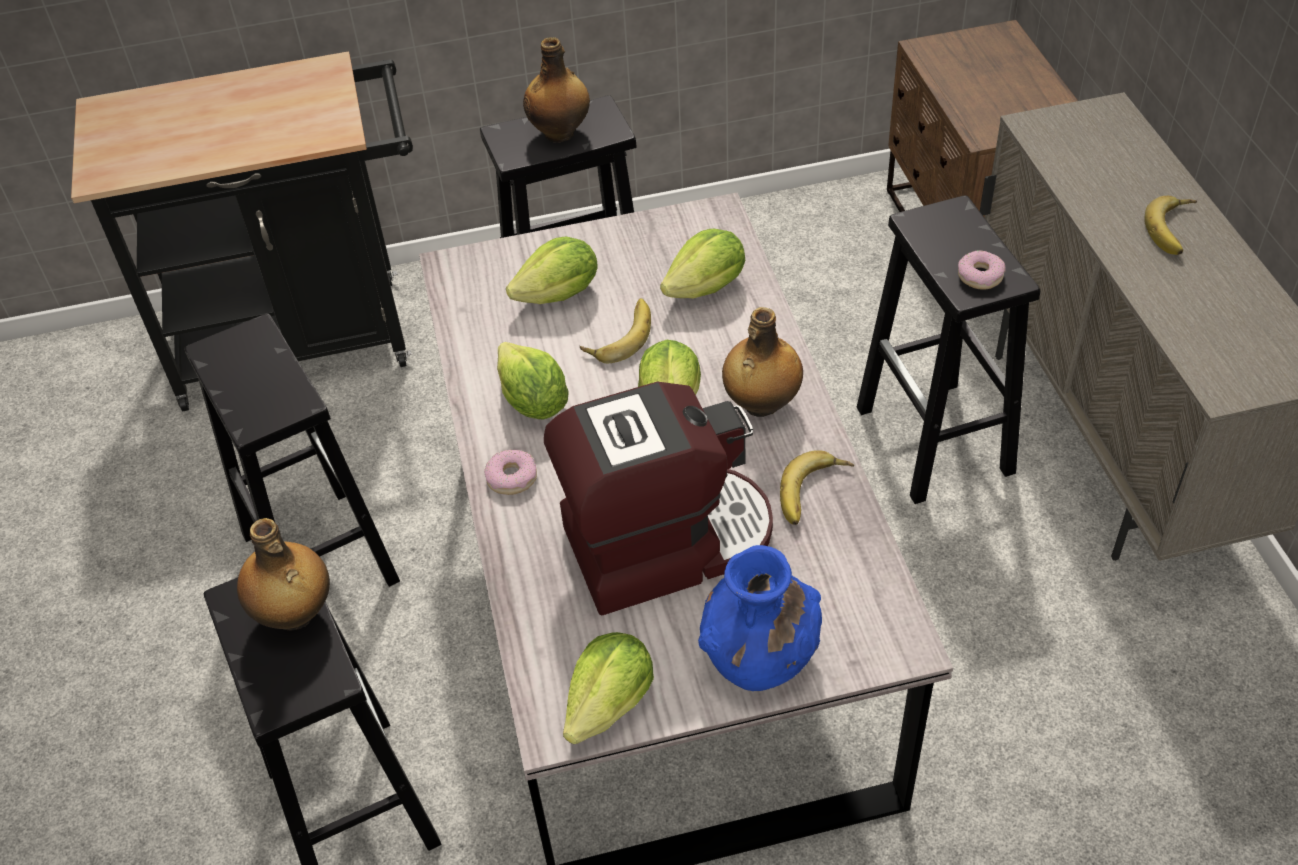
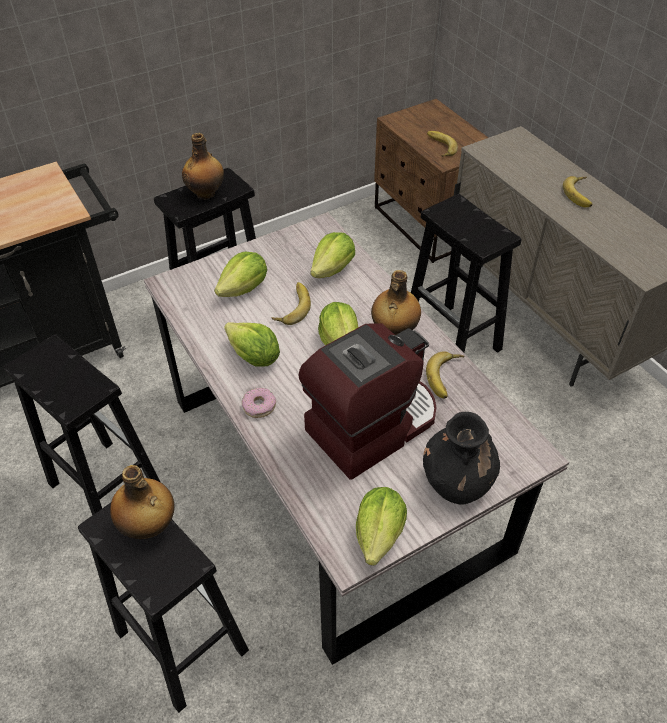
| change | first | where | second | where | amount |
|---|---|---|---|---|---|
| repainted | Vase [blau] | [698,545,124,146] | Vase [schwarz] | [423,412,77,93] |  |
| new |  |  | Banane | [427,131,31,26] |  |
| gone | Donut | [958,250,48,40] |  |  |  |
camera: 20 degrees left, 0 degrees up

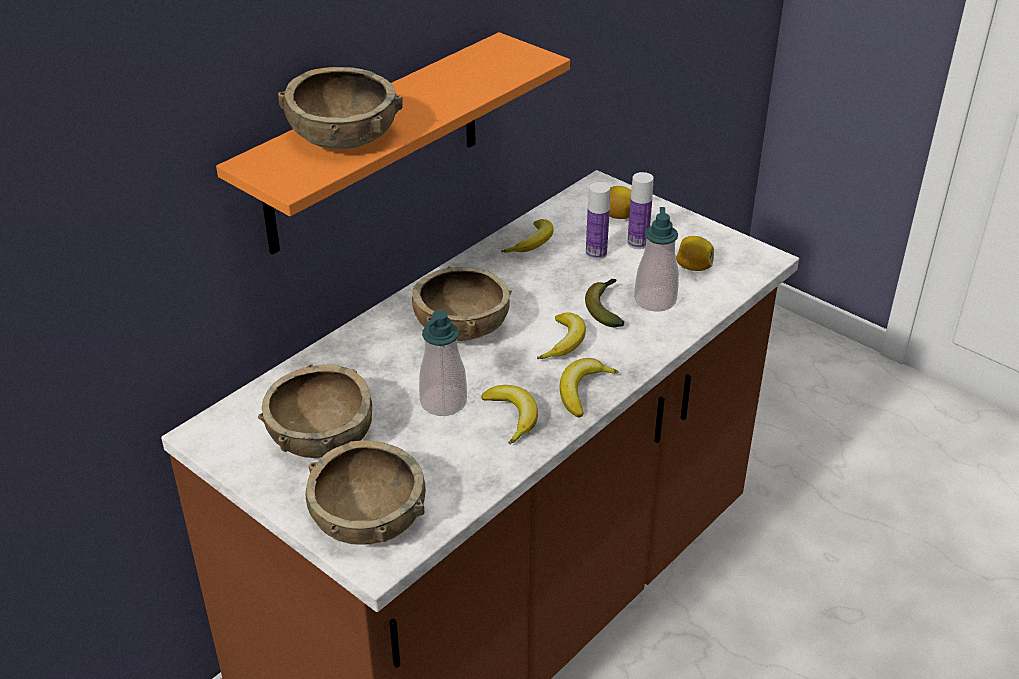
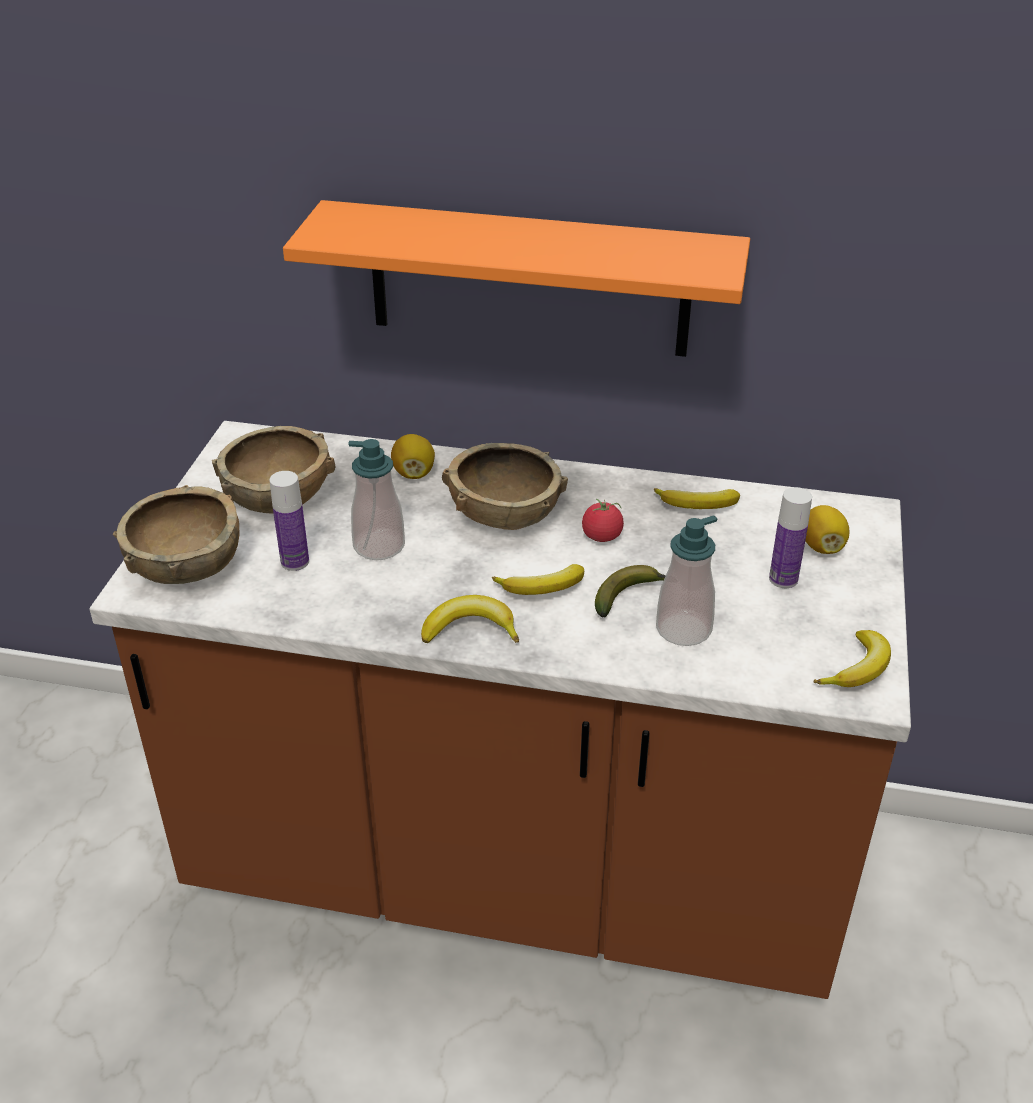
| change | first | where | second | where | amount |
|---|---|---|---|---|---|
| shifted | Flasche | [586,182,24,78] |  | [270,471,39,100] |  |
| shifted | Zitrone | [676,236,38,35] |  | [391,434,44,45] |  |
| new |  |  | Tomate | [582,499,42,43] |  |
| shifted | Banane | [481,385,57,60] |  | [813,630,78,57] |  |
| gone | Schüssel [braun] | [278,67,125,82] |  |  |  |
camera: 60 degrees right, 0 degrees up

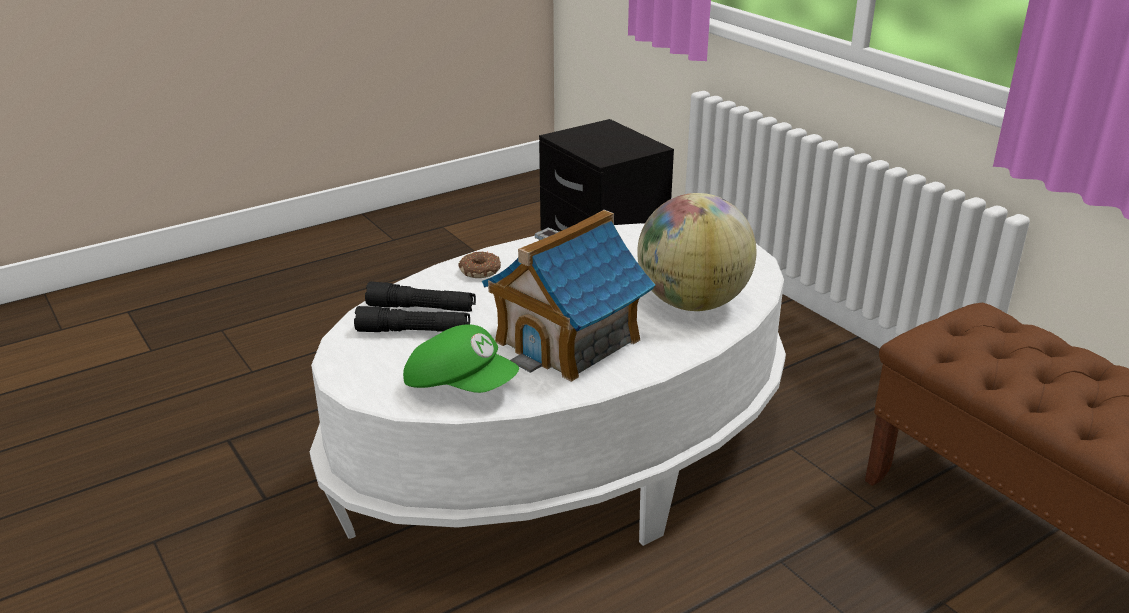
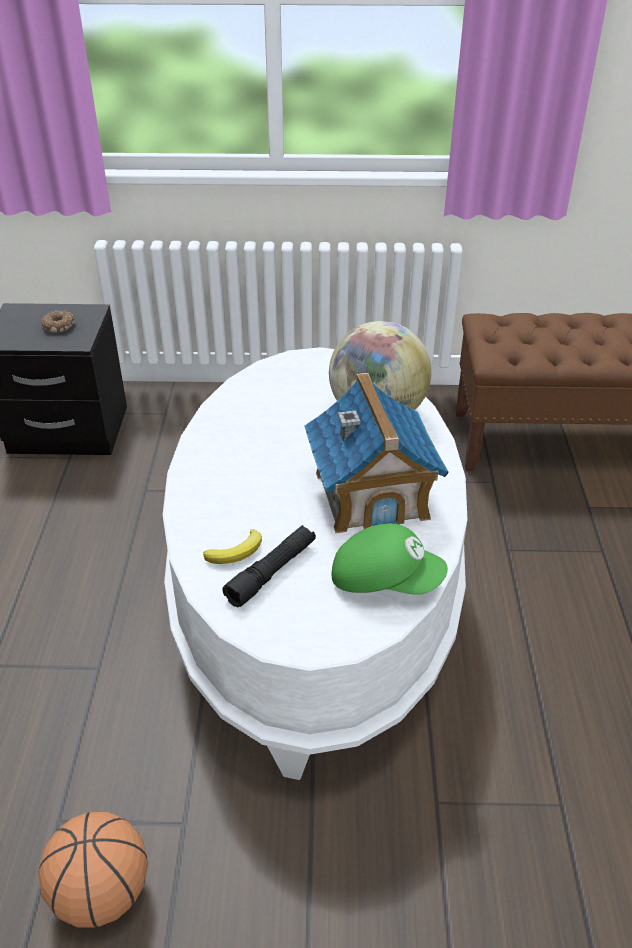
| change | first | where | second | where | amount |
|---|---|---|---|---|---|
| new |  |  | Basketball | [38,812,110,116] |  |
| shifted | Donut | [458,251,43,27] |  | [41,311,34,21] |  |
| swapped | Taschenlampe [schwarz] | [365,281,111,31] | Banane | [203,530,59,34] |  |
| rotated | Kappe [grün] | [403,325,116,68] |  | [332,524,116,71] | 45 degrees clockwise |
camera: 55 degrees left, 10 degrees up

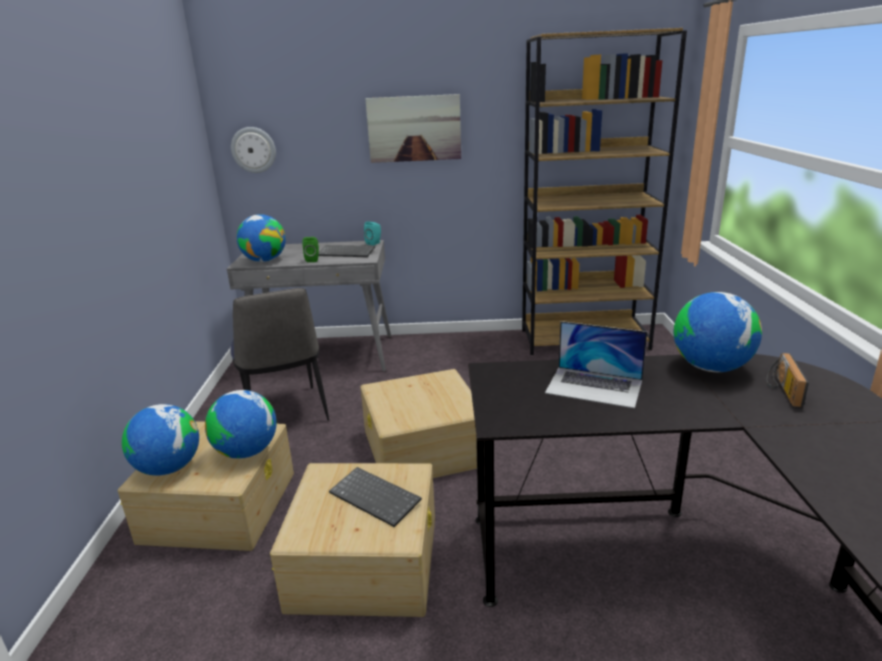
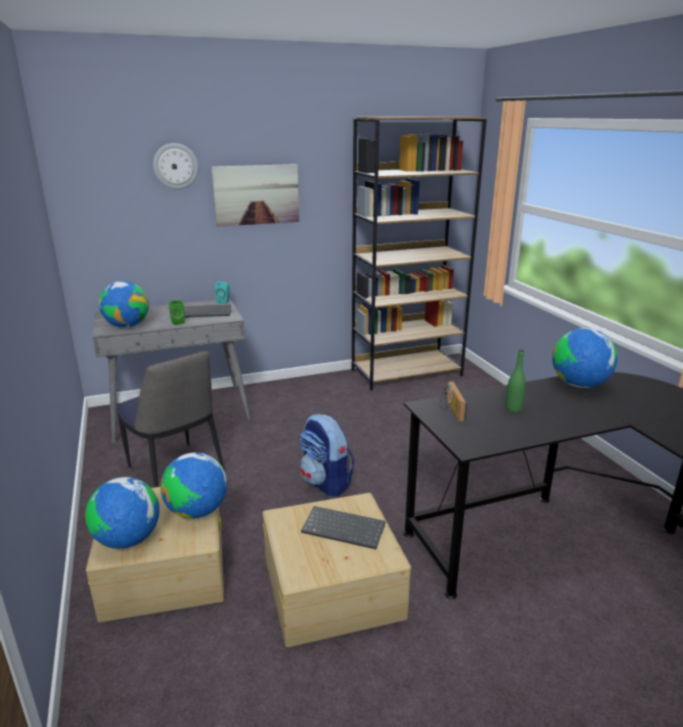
| change | first | where | second | where | amount |
|---|---|---|---|---|---|
| shifted | Wanduhr | [231,127,45,46] |  | [153,143,46,47] |  |
| swapped | Aufbewahrungsbox [beige] | [360,369,117,109] | Rucksack | [299,414,55,83] |  |
| shifted | Radio | [766,353,43,54] |  | [440,381,27,41] |  |
| swapped | Laptop | [545,321,102,87] | Flasche [grün] | [506,349,20,64] |  |
camera: 20 degrees left, 0 degrees up

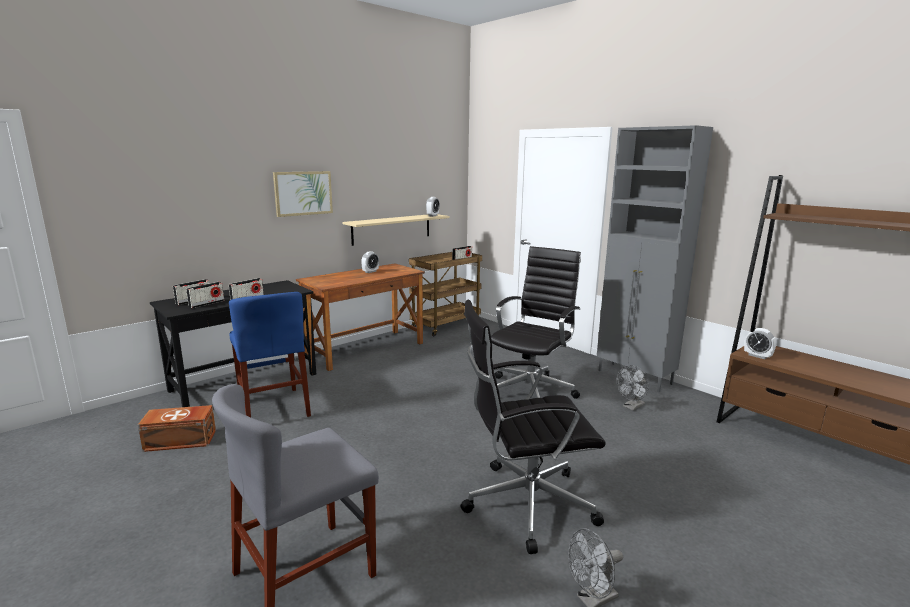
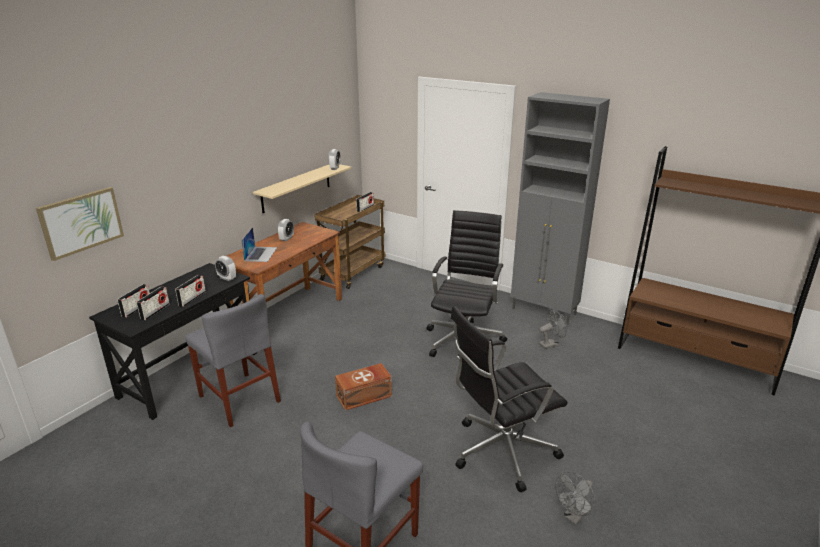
| change | first | where | second | where | amount |
|---|---|---|---|---|---|
| shifted | Bild | [273,171,60,46] |  | [36,187,88,74] |  |
| repainted | Stuhl [blau] | [229,292,82,125] | Stuhl [grau] | [185,294,96,134] |  |
| shifted | Wecker | [744,328,32,31] |  | [215,256,21,25] |  |
| new |  |  | Laptop | [241,227,36,35] |  |
| shifted | Aufbewahrungsbox [braun] | [138,405,78,47] |  | [335,363,57,48] |  |
| rotated | Ventilator [grau] | [617,365,32,46] |  | [539,309,28,40] | 150 degrees counterclockwise |
camera: 15 degrees left, 10 degrees up

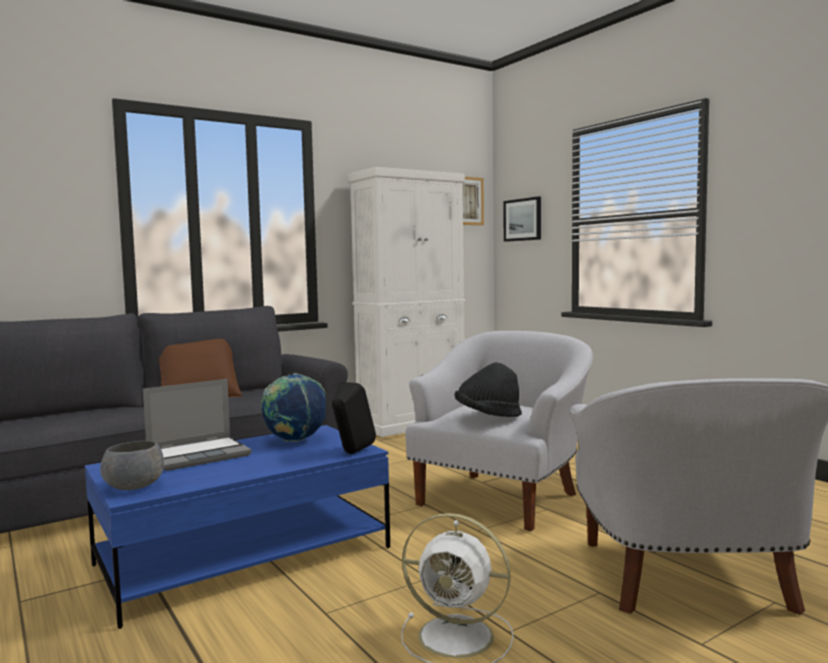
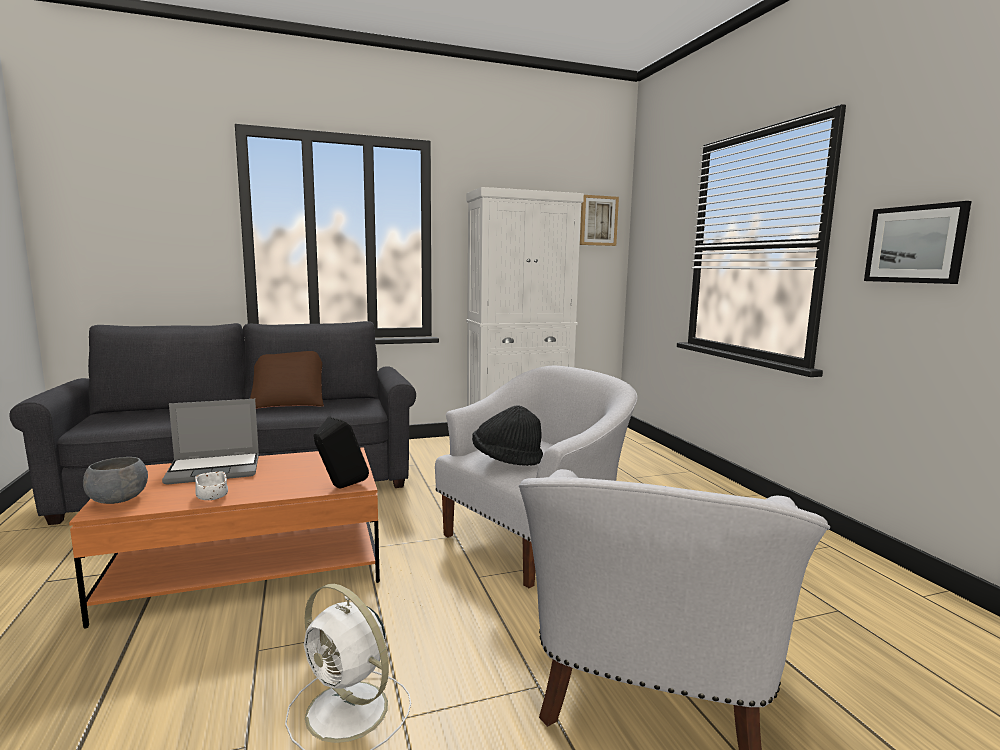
| change | first | where | second | where | amount |
|---|---|---|---|---|---|
| repainted | Couchtisch [blau] | [85,425,305,204] | Couchtisch [orange] | [69,447,311,182] |  |
| new |  |  | Schüssel [weiß] | [195,471,33,29] |  |
| shifted | Bild | [503,196,38,46] |  | [864,201,108,83] |  |
| gone | Globus | [261,373,65,69] |  |  |  |
camera: 15 degrees right, 5 degrees up

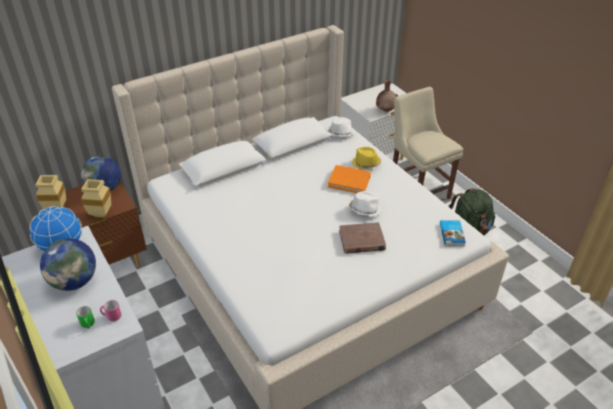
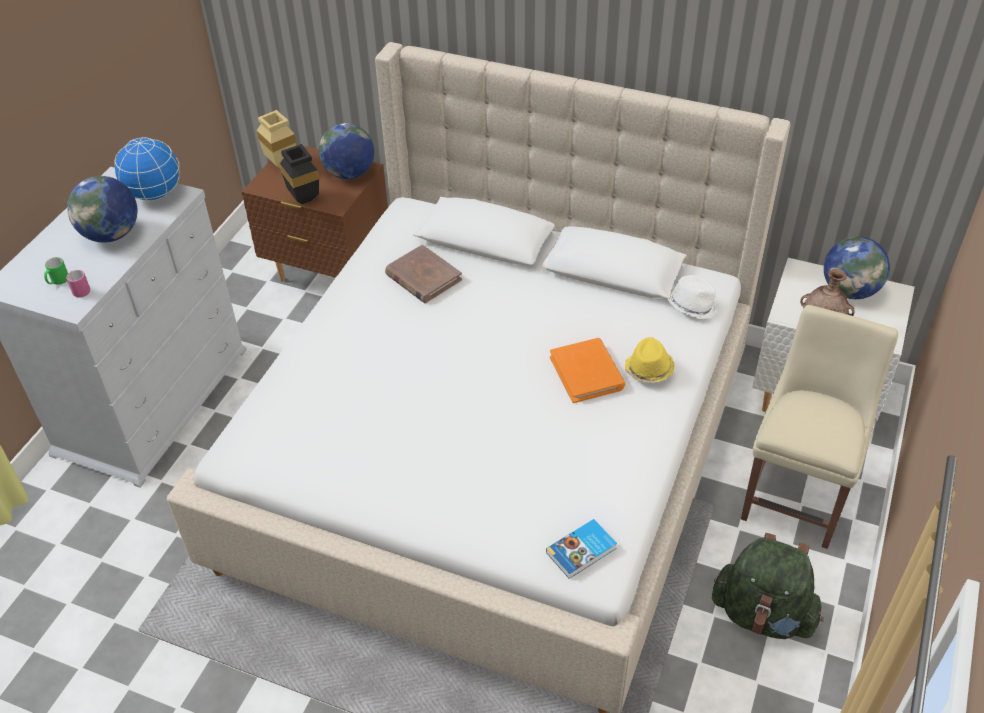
| change | first | where | second | where | amount |
|---|---|---|---|---|---|
| repainted | Vase [beige] | [81,179,30,39] | Vase [schwarz] | [280,144,39,60] |  |
| shifted | Buch [braun] | [339,222,47,32] |  | [385,245,77,58] |  |
| new |  |  | Globus | [824,236,66,63] |  |
| gone | Hut [weiß] | [349,191,32,25] |  |  |  |
camera: 55 degrees right, 5 degrees up

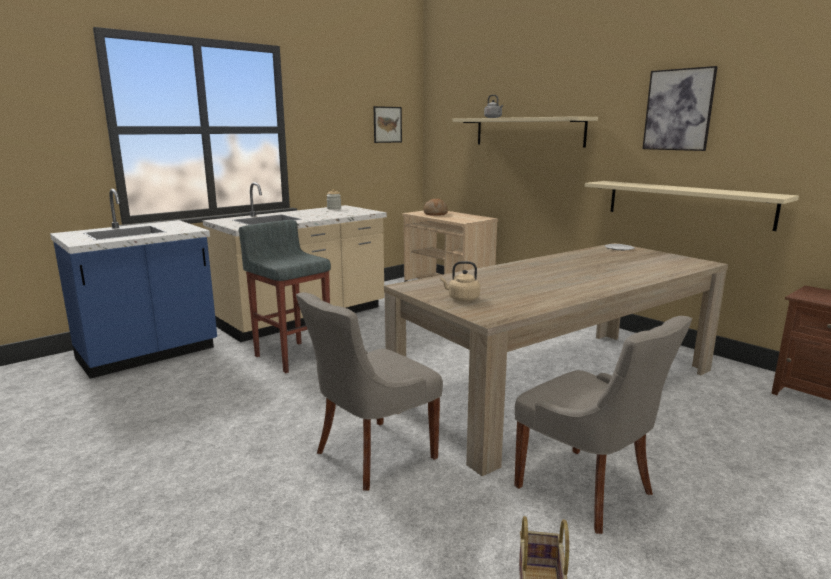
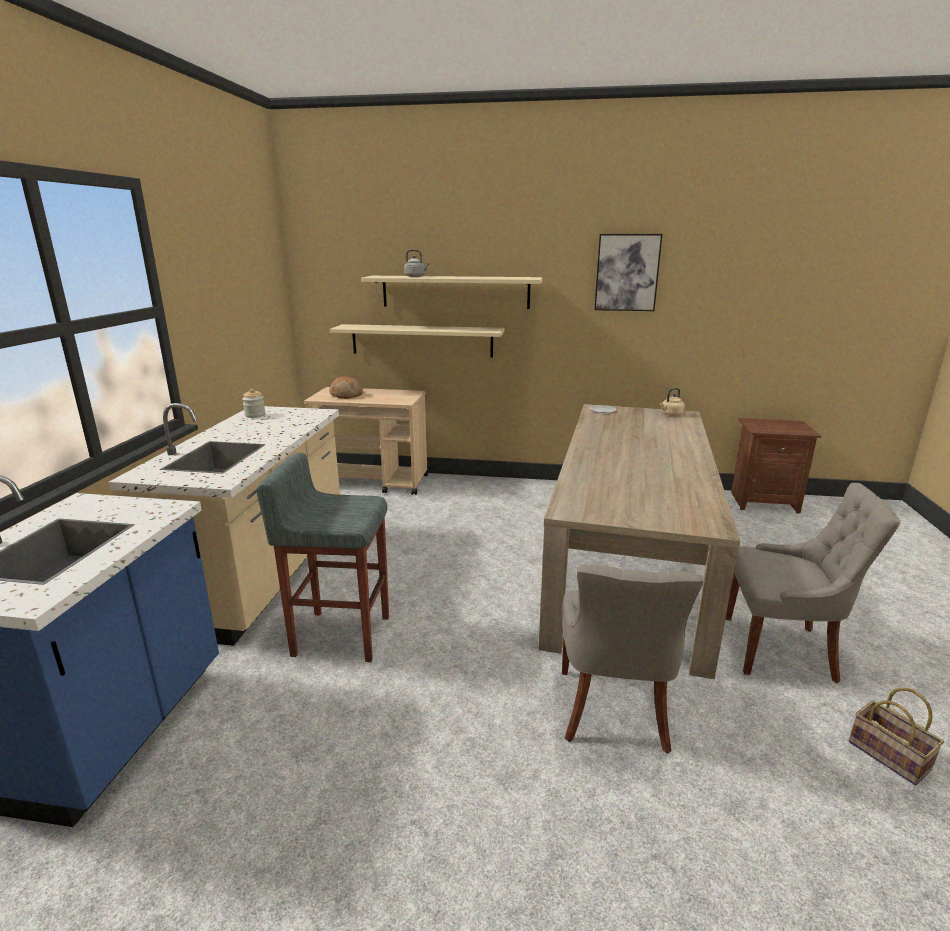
| change | first | where | second | where | amount |
|---|---|---|---|---|---|
| shifted | Wandregal [beige] | [585,181,214,50] |  | [330,324,174,33] |  |
| shifted | Wasserkessel [beige] | [440,261,40,41] |  | [660,388,25,28] |  |
| gone | Bild | [374,106,28,37] |  |  |  |
camera: 40 degrees left, 5 degrees up

